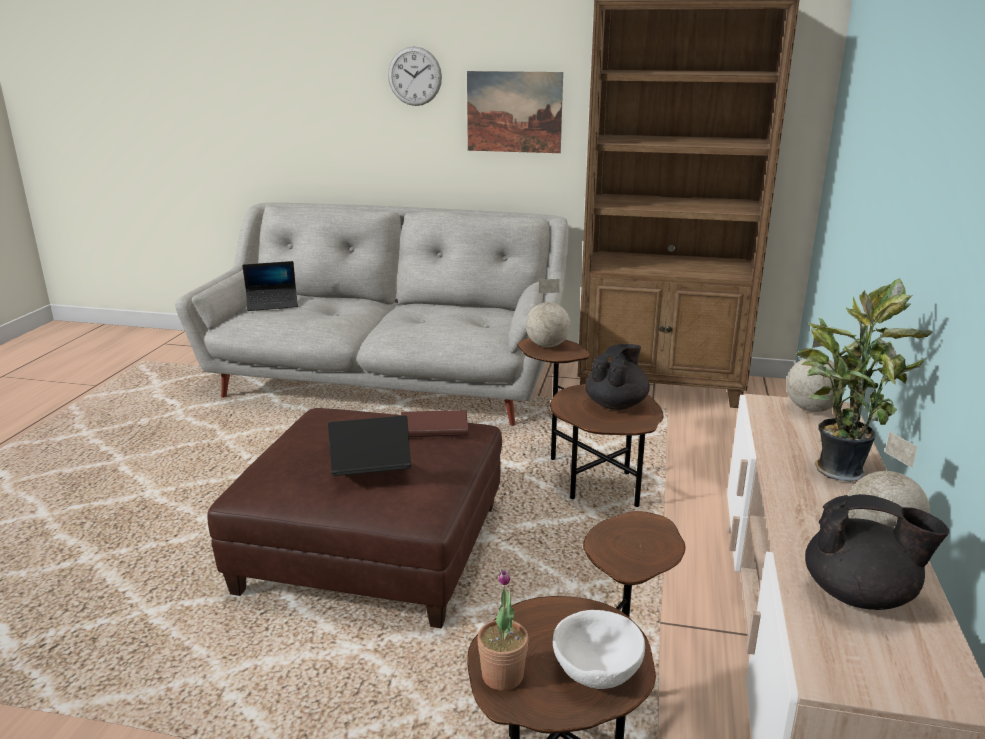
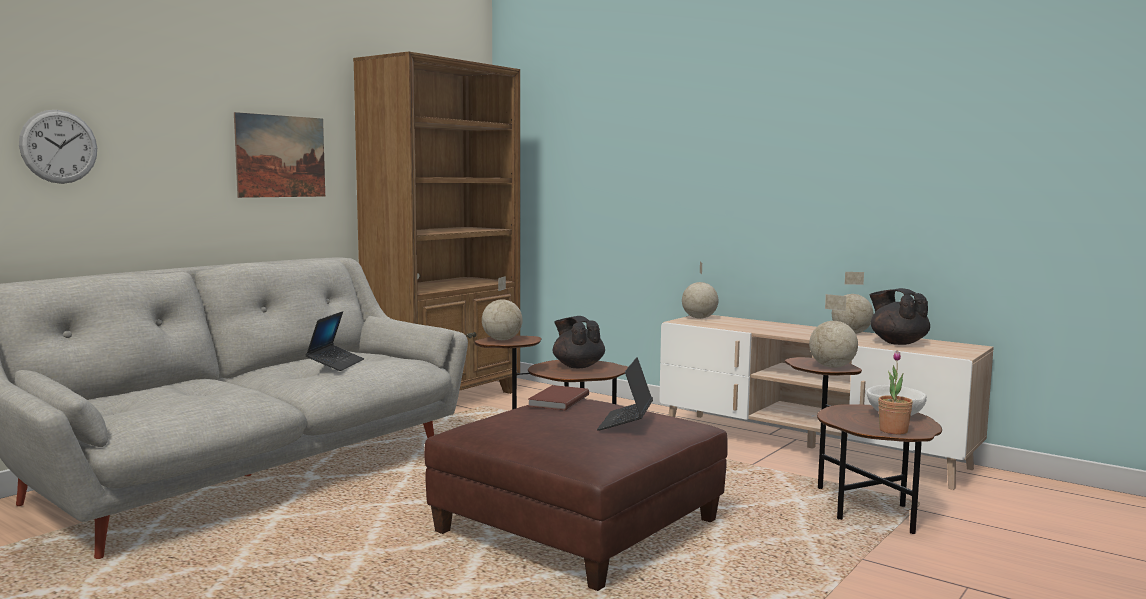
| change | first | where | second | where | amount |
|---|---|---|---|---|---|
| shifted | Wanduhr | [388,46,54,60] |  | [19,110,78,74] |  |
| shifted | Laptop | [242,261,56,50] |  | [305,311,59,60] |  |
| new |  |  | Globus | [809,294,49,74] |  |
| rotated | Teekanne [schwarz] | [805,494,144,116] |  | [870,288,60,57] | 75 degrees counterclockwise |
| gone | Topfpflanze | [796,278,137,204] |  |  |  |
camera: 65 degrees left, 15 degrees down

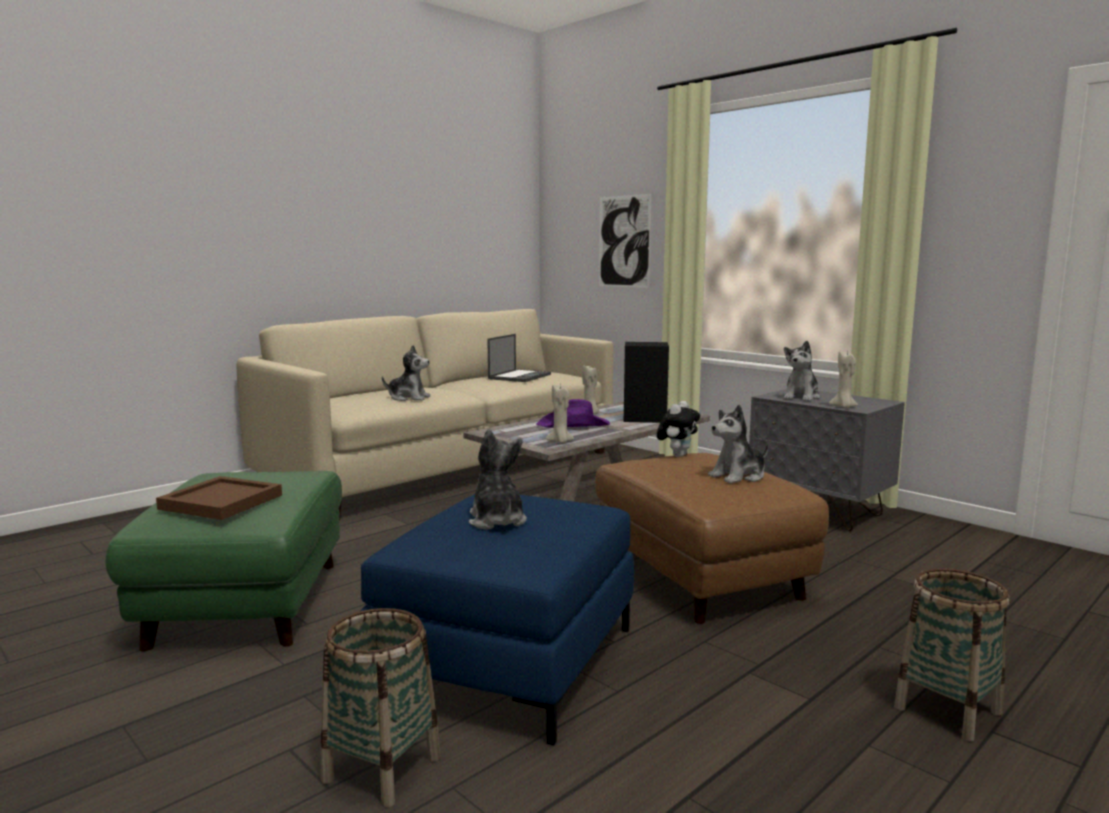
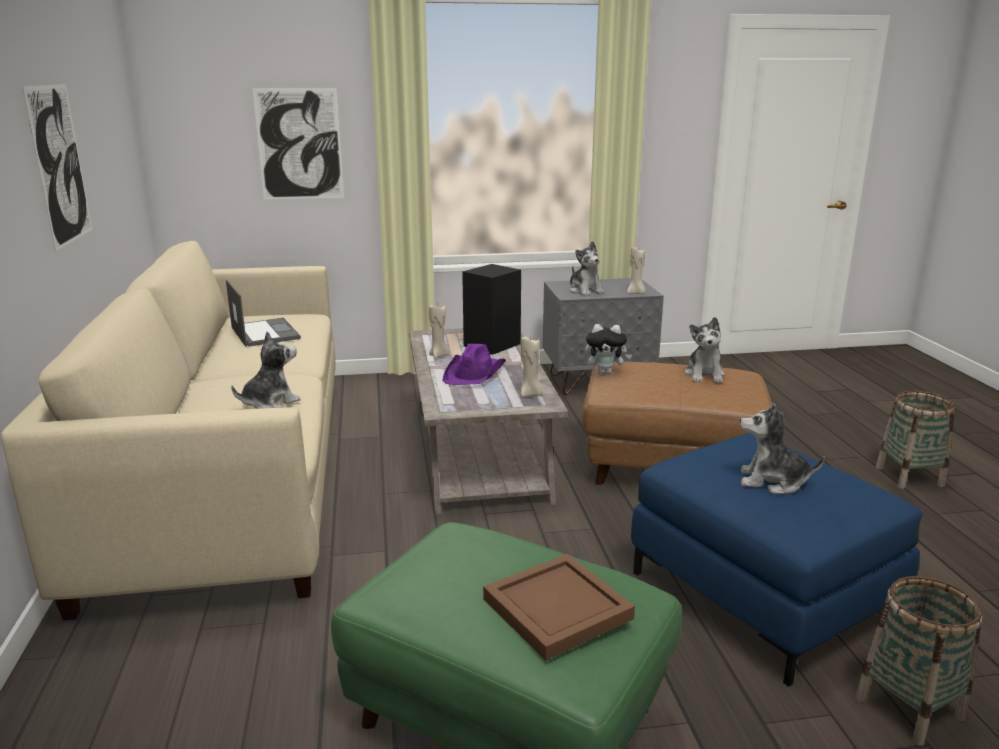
| change | first | where | second | where | amount |
|---|---|---|---|---|---|
| new |  |  | Bild | [22,84,70,167] |  |
| rotated | Plüschtier | [657,401,43,56] |  | [585,324,47,50] | 120 degrees clockwise |
camera: 55 degrees left, 10 degrees up

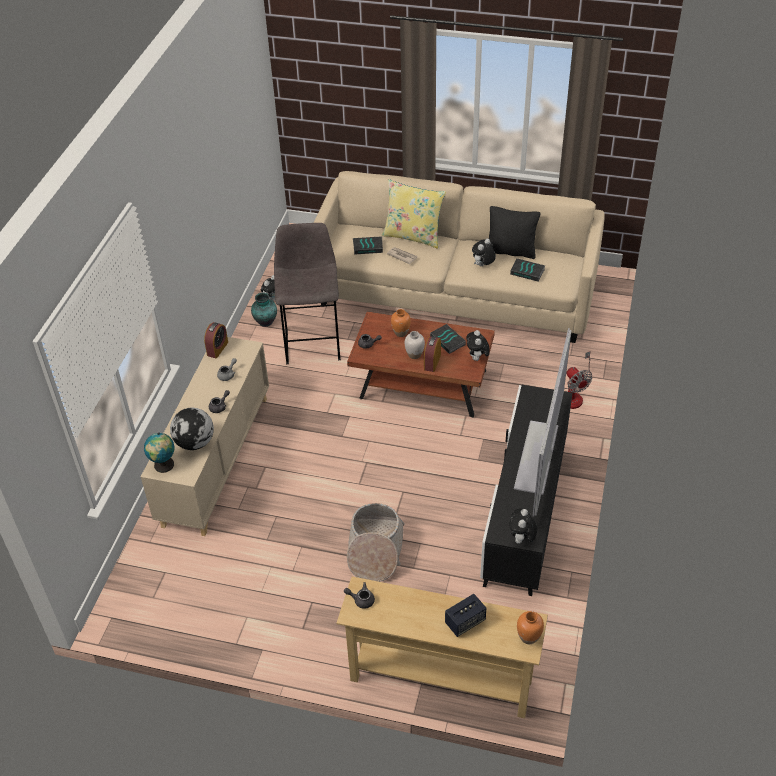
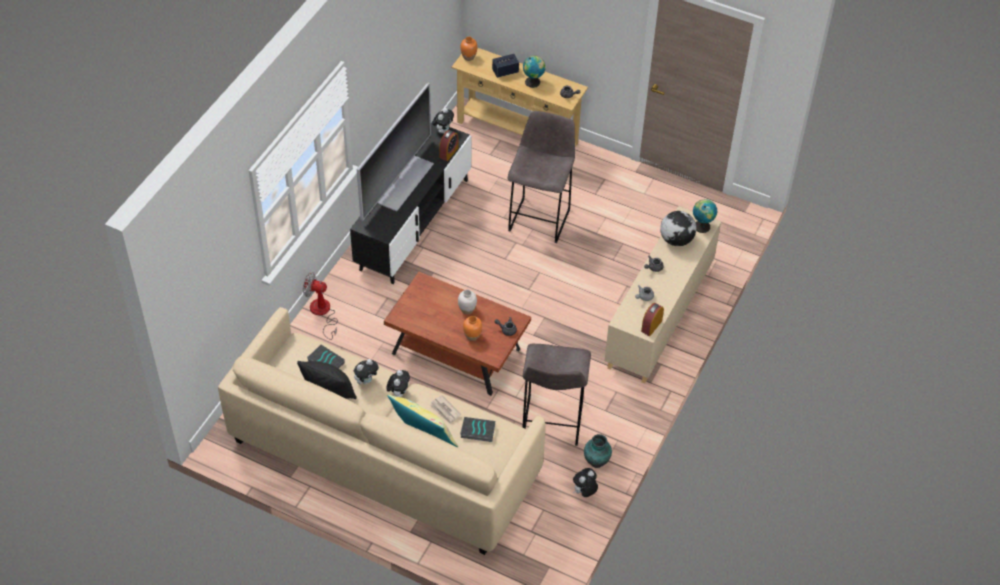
| change | first | where | second | where | amount |
|---|---|---|---|---|---|
| rotated | Ventilator | [564,351,28,58] |  | [303,272,35,68] | 60 degrees counterclockwise |
| shifted | Plüschtier | [466,330,24,31] |  | [387,370,23,27] |  |
| shifted | Wecker | [424,336,17,36] |  | [439,130,20,31] |  |
| swapped | Korb | [347,503,58,79] | Hocker [grau] | [508,111,67,132] |  |
| new |  |  | Globus | [523,55,23,33] |  |
| gone | Buch | [430,324,36,30] |  |  |  |
camera: 170 degrees left, 5 degrees up

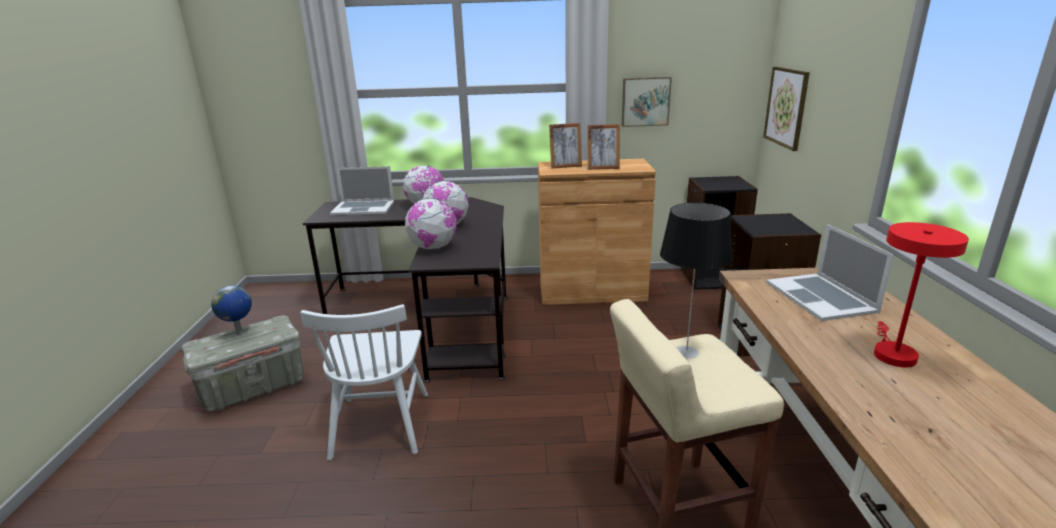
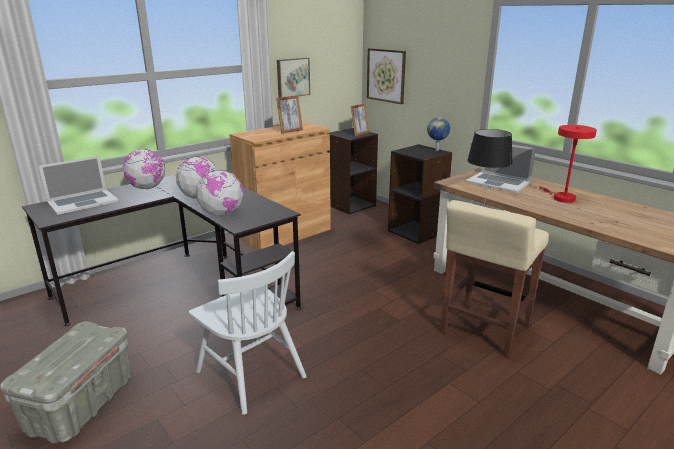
| change | first | where | second | where | amount |
|---|---|---|---|---|---|
| shifted | Bilderrahmen | [549,123,33,46] |  | [351,103,18,34] |  |
| shifted | Globus | [211,286,41,49] |  | [427,117,23,34] |  |
camera: 40 degrees left, 0 degrees up

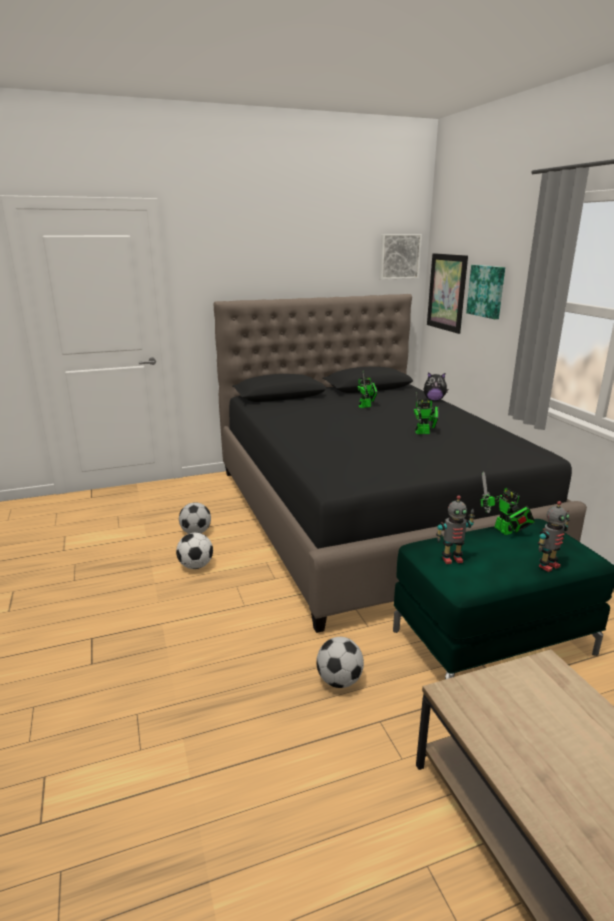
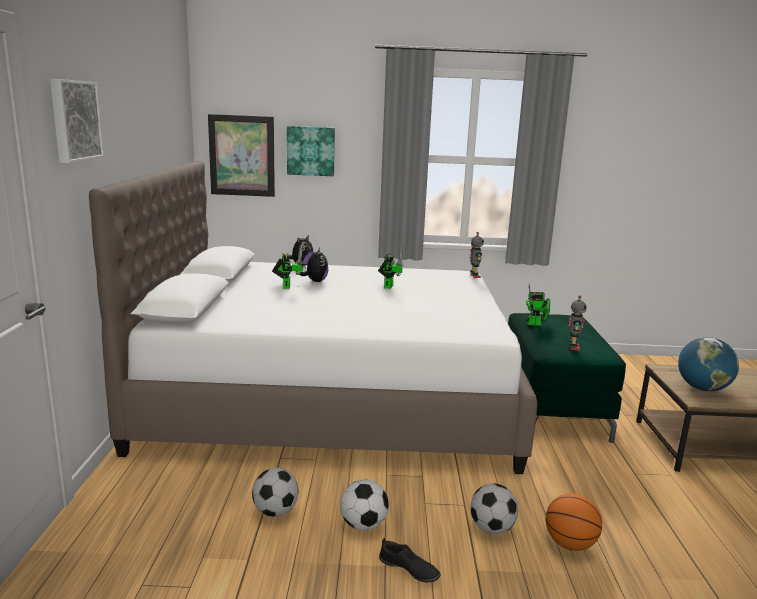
| change | first | where | second | where | amount |
|---|---|---|---|---|---|
| shifted | Bild | [379,234,43,46] |  | [50,79,54,84] |  |
| repainted | Bett [schwarz] | [214,294,373,339] | Bett [weiß] | [89,161,449,313] |  |
| new |  |  | Plüschtier | [299,248,29,34] |  |
| new |  |  | Schuh [schwarz] | [379,538,62,45] |  |
| shifted | Spielzeugroboter | [538,501,31,71] |  | [469,232,15,46] |  |
| shifted | Fußball | [316,637,48,51] |  | [470,483,48,51] |  |
| new |  |  | Basketball | [546,493,56,58] |  |
| new |  |  | Globus | [678,337,61,54] |  |
camera: 70 degrees left, 5 degrees down

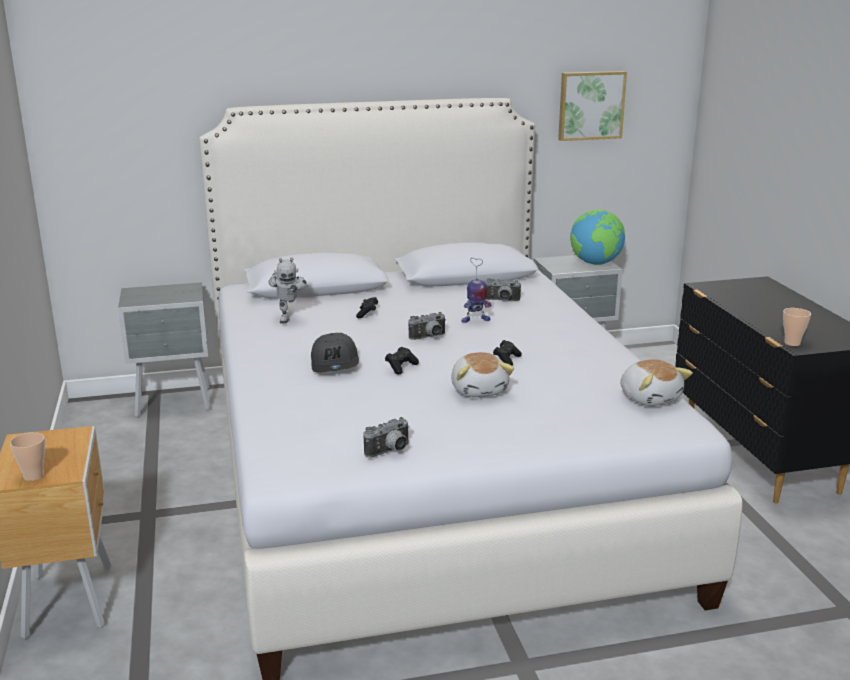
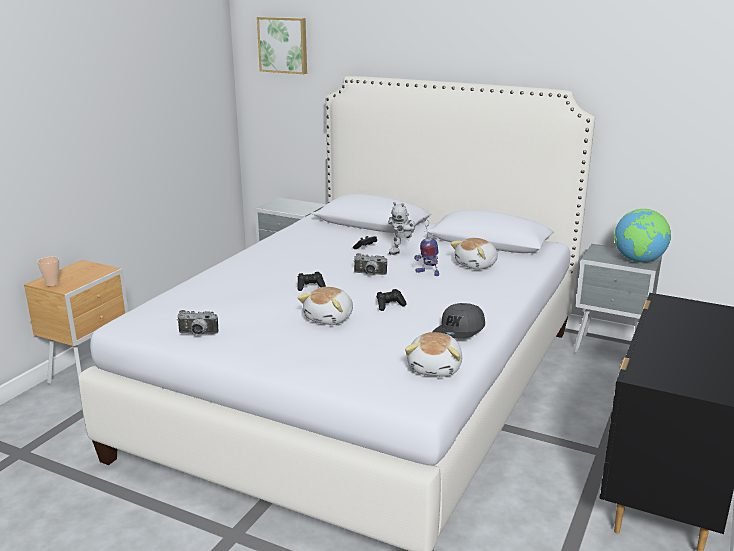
| change | first | where | second | where | amount |
|---|---|---|---|---|---|
| shifted | Bild | [558,71,69,70] |  | [257,17,50,57] |  |
| shifted | Spielzeugroboter | [268,257,40,67] |  | [388,202,27,53] |  |
| shifted | Kappe [grau] | [311,333,48,40] |  | [432,303,53,36] |  |
| swapped | Kamera | [485,278,36,23] | Plüschtier | [450,238,48,32] |  |
| gone | Tasse | [783,308,28,38] |  |  |  |
camera: 40 degrees right, 0 degrees up

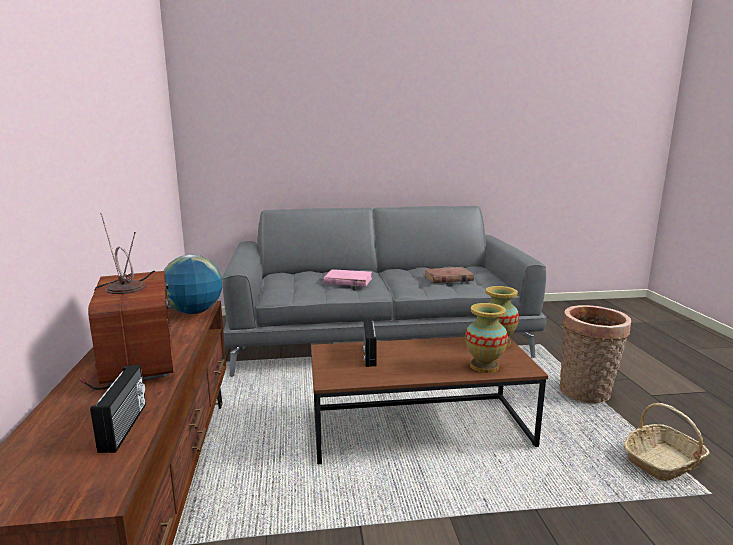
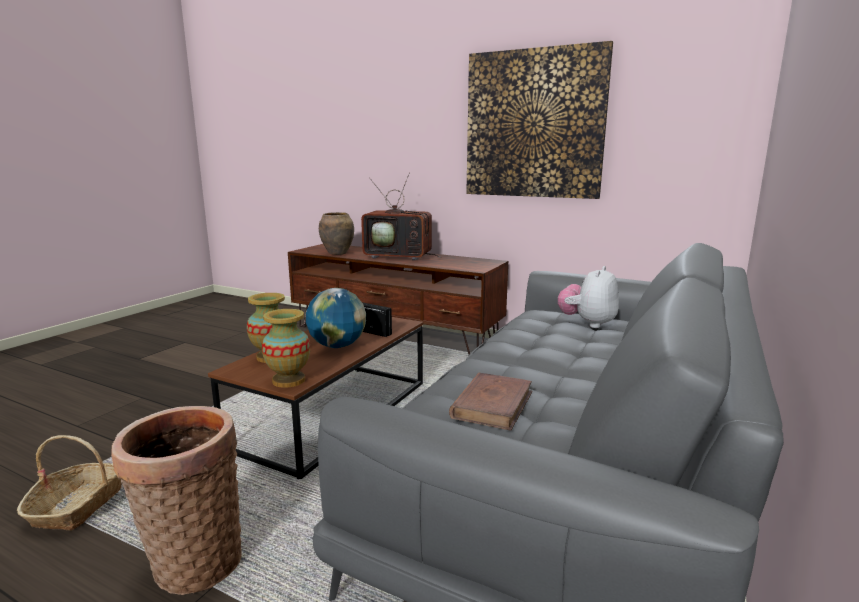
| change | first | where | second | where | amount |
|---|---|---|---|---|---|
| shifted | Globus | [163,255,60,59] |  | [306,288,60,60] |  |
| swapped | Radio | [90,365,56,88] | Vase [braun] | [319,212,35,43] |  |
| new |  |  | Bild | [466,41,147,158] |  |
| new |  |  | Plüschtier | [558,266,61,62] |  |
| gone | Buch [rosa] | [323,269,49,17] |  |  |  |
camera: 125 degrees right, 0 degrees up

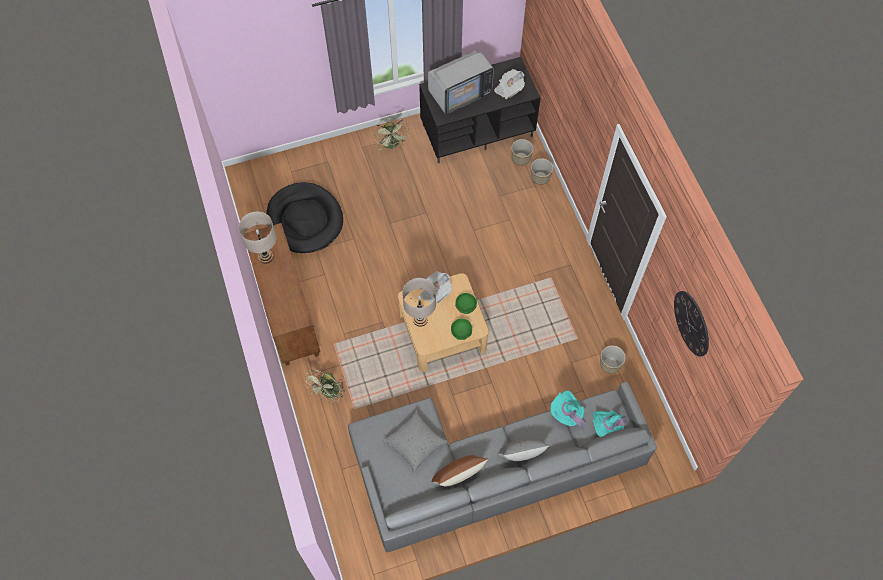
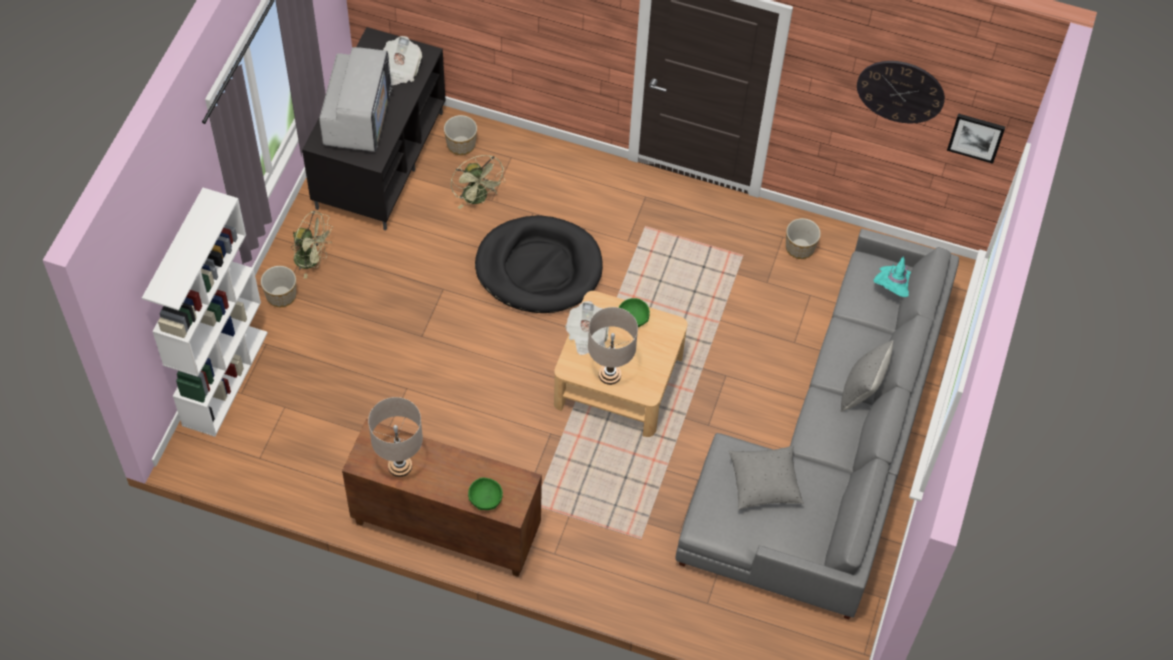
| change | first | where | second | where | amount |
|---|---|---|---|---|---|
| new |  |  | Bücherregal [weiß] | [142,188,126,249] |  |
| shifted | Pflanzkübel | [531,158,22,27] |  | [261,266,35,41] |  |
| shifted | Ventilator [grün] | [304,370,42,31] |  | [451,155,54,54] |  |
| shifted | Schüssel [grün] | [451,319,21,21] |  | [468,478,35,32] |  |
| shifted | Hundebett [schwarz] | [267,182,76,71] |  | [475,215,128,98] |  |
| new |  |  | Bild | [947,113,58,51] |  |
| gone | Kissen [braun] | [432,455,56,32] |  |  |  |
| gone | Hut [türkis] | [550,391,37,39] |  |  |  |
camera: 55 degrees left, 5 degrees down

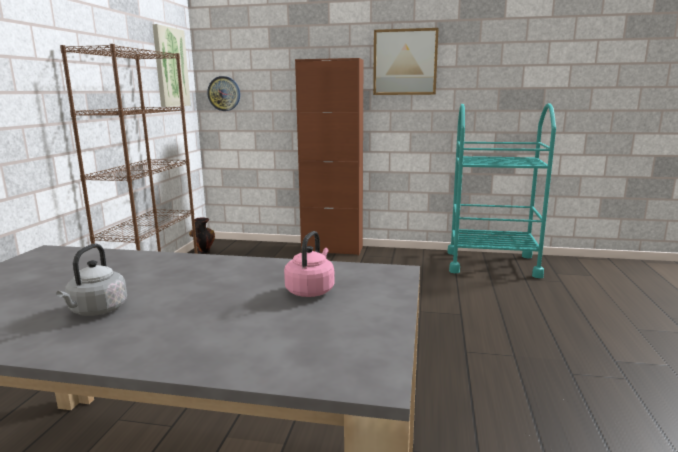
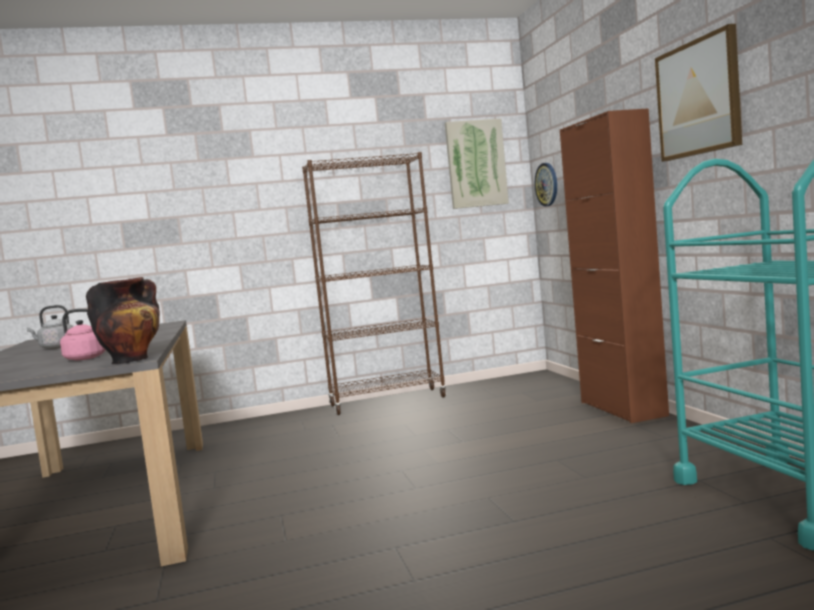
| change | first | where | second | where | amount |
|---|---|---|---|---|---|
| shifted | Vase | [189,217,26,37] |  | [86,277,74,87] |  |
camera: 65 degrees right, 10 degrees down

